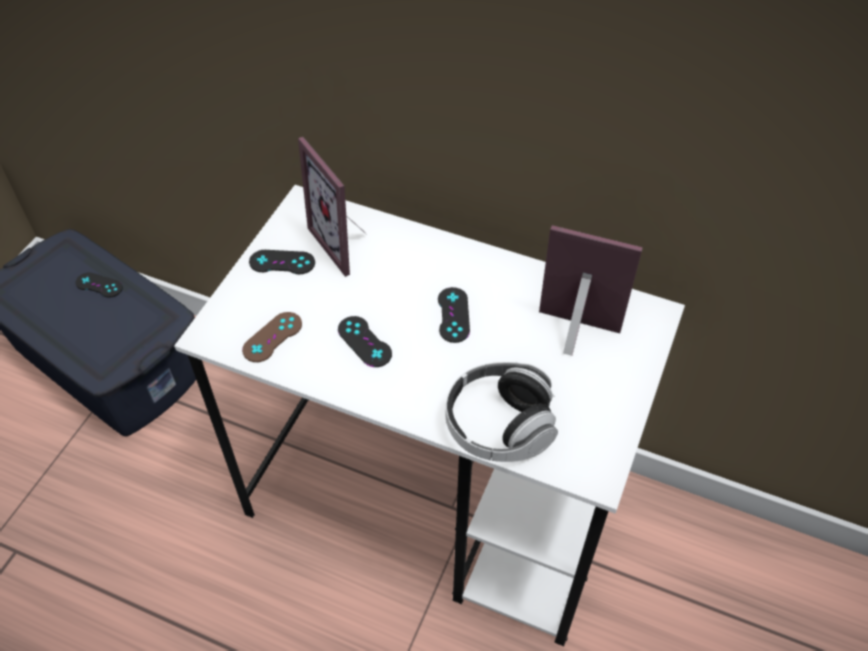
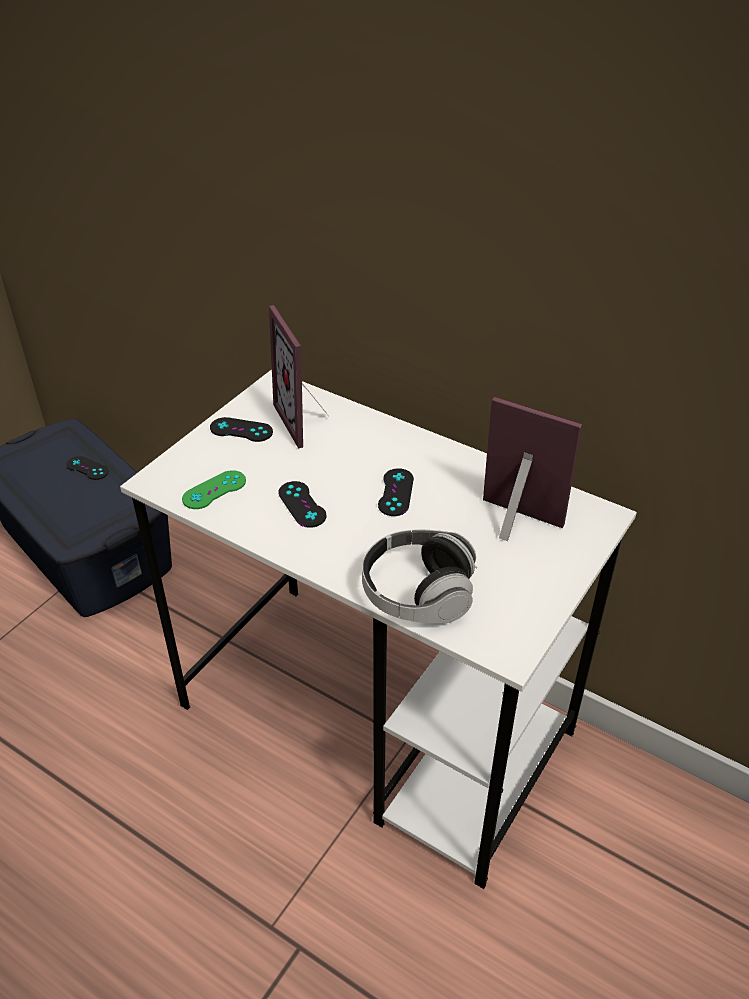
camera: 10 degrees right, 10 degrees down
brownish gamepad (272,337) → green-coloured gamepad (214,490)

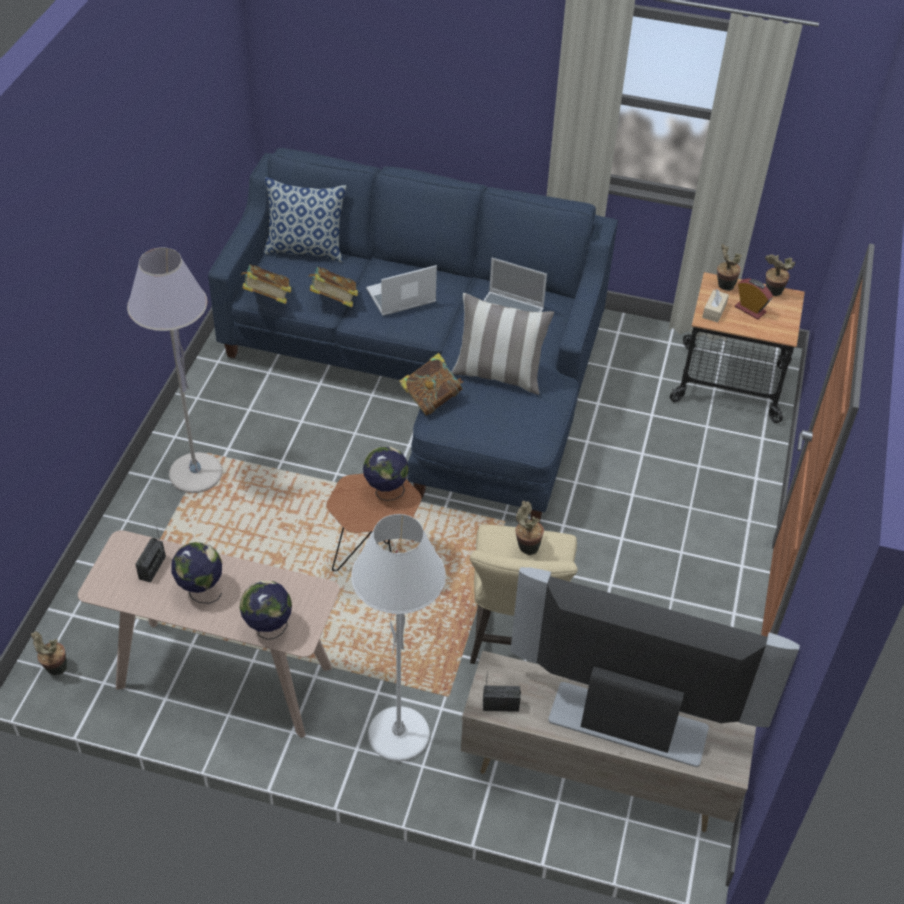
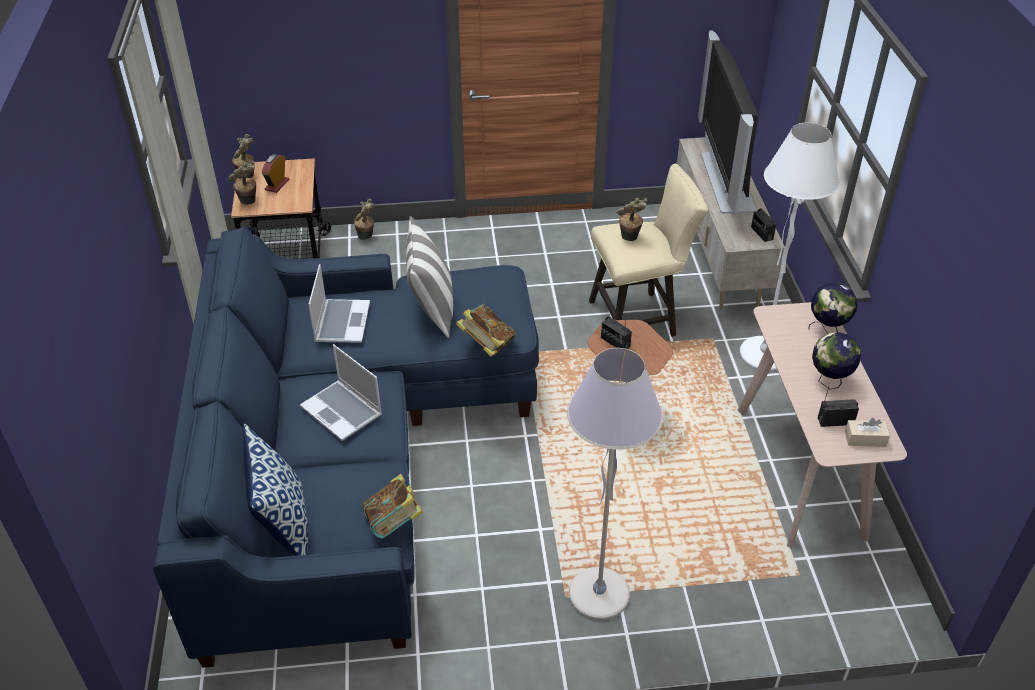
camera: 110 degrees left, 5 degrees down
volume (333,301) → -
potted plant (55,669) → potted plant (366,237), moved
beige tissue box (714,311) → beige tissue box (865,439), moved
world globe (385,492) → radio (615,342)

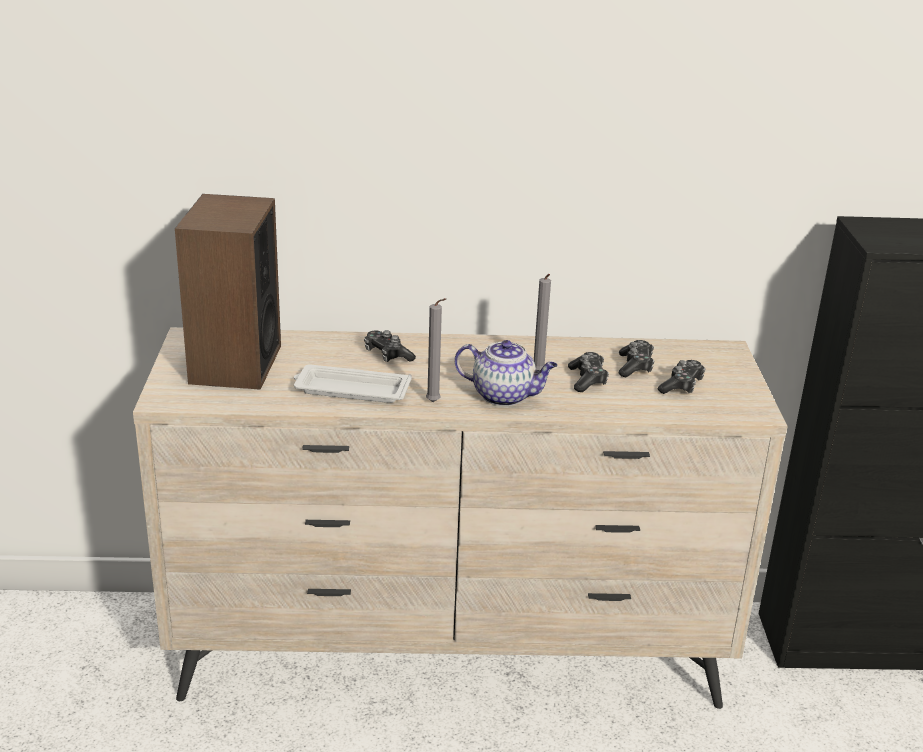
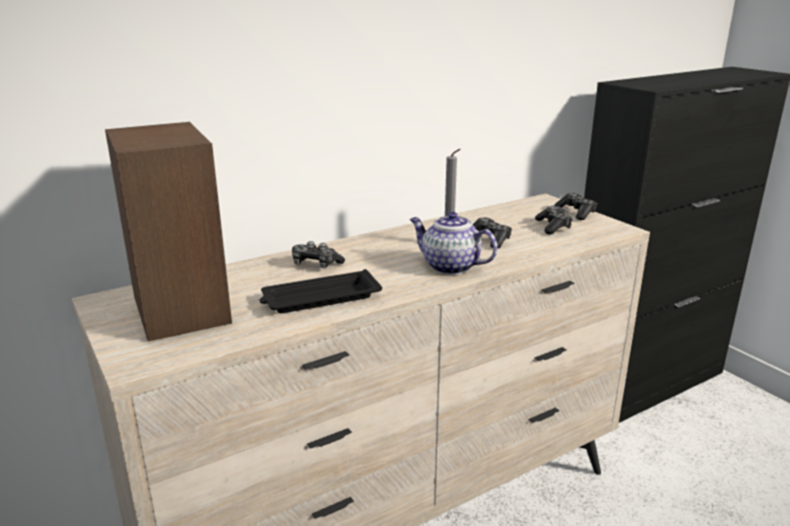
camera: 30 degrees left, 5 degrees down
greyish wax light (434,403) → -
gamepad (635,366) → gamepad (576,213), moved
whitish tray (350,390) → black tray (319,299)
teapot (505,396) → teapot (449,266), 135 degrees counterclockwise

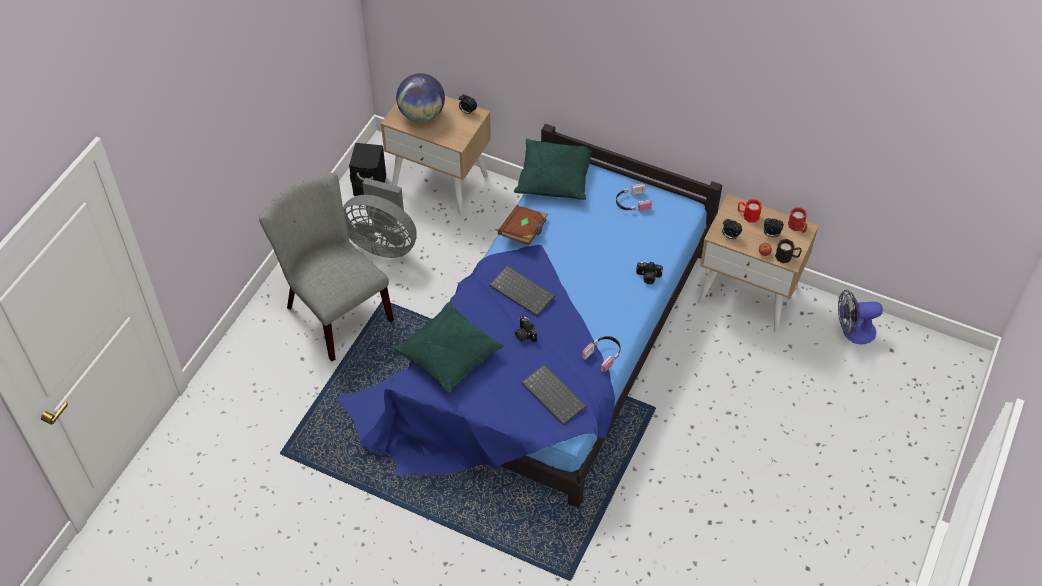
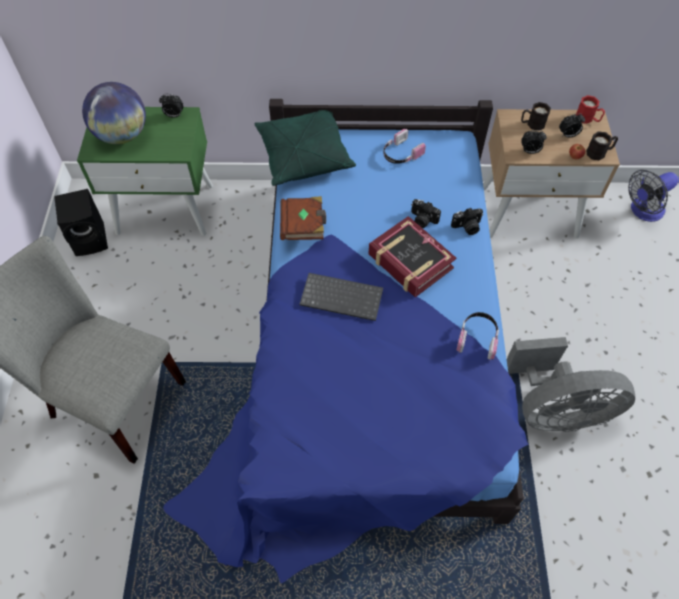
camera: 25 degrees left, 5 degrees up
green-coloured pillow (449,355) → -
PC keyboard (555,395) → -
- → volume (410,261)
greyish cooling fan (382,243) → greyish cooling fan (555,410), moved
photo camera (524,335) → photo camera (422,220), moved
beige night table (440,182) → green-coloured night table (166,208)
red-coloured coffee mug (747,215) → black coffee mug (532,124)

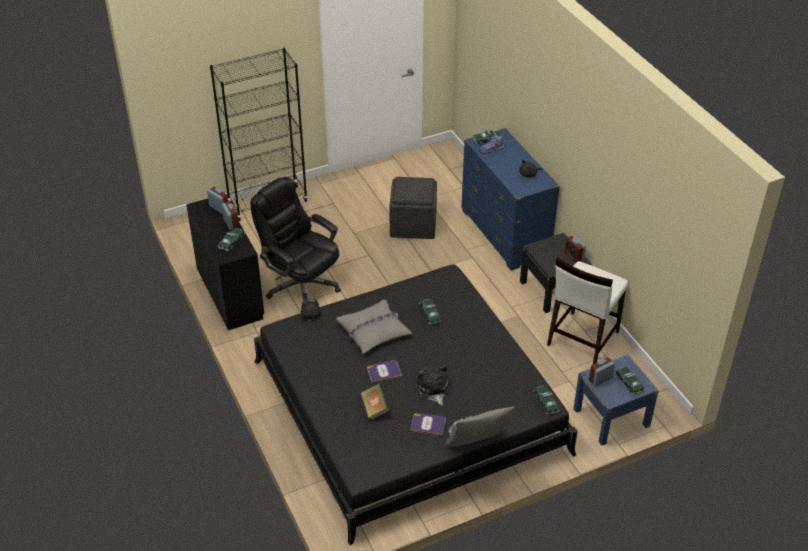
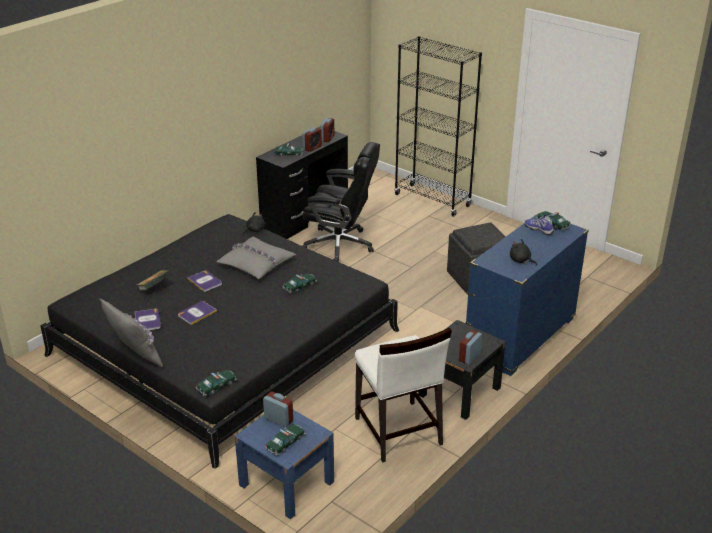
camera: 65 degrees right, 10 degrees down
soft toy (433,389) → volume (197,313)
black computer chair (301,285) → black computer chair (340,245), 90 degrees clockwise
whitish chair (582,338) → whitish chair (398,432), 120 degrees counterclockwise

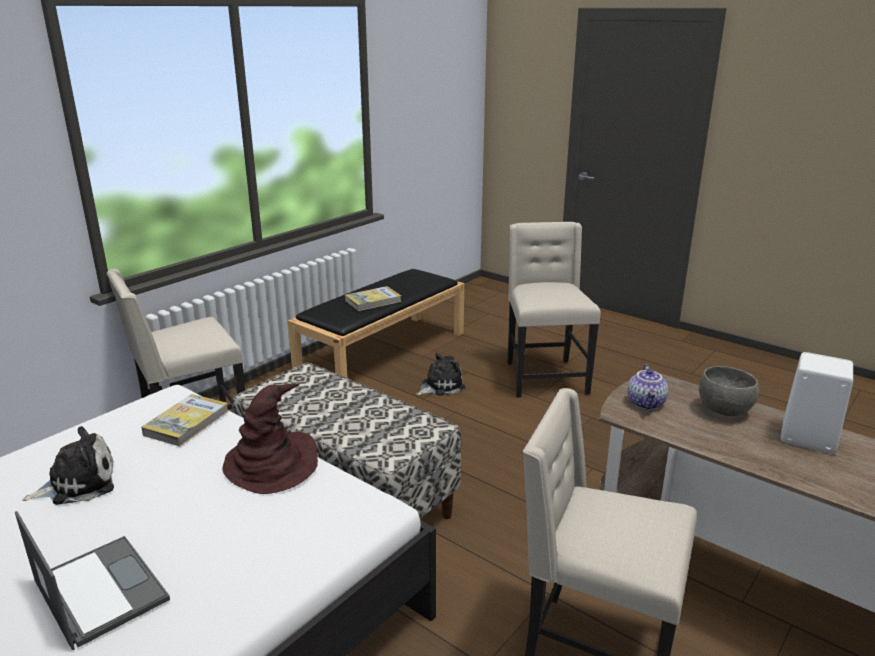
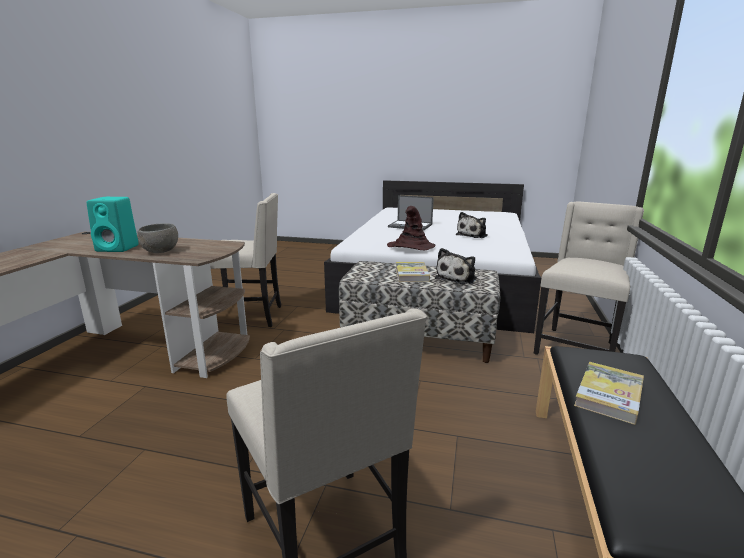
camera: 155 degrees right, 5 degrees down
teapot (647,403) → -
volume (187,423) → volume (411,274), moved
soft toy (440,386) → soft toy (457,278), moved
whitish loudspeaker (806,437) → turquoise-coloured loudspeaker (119,248)

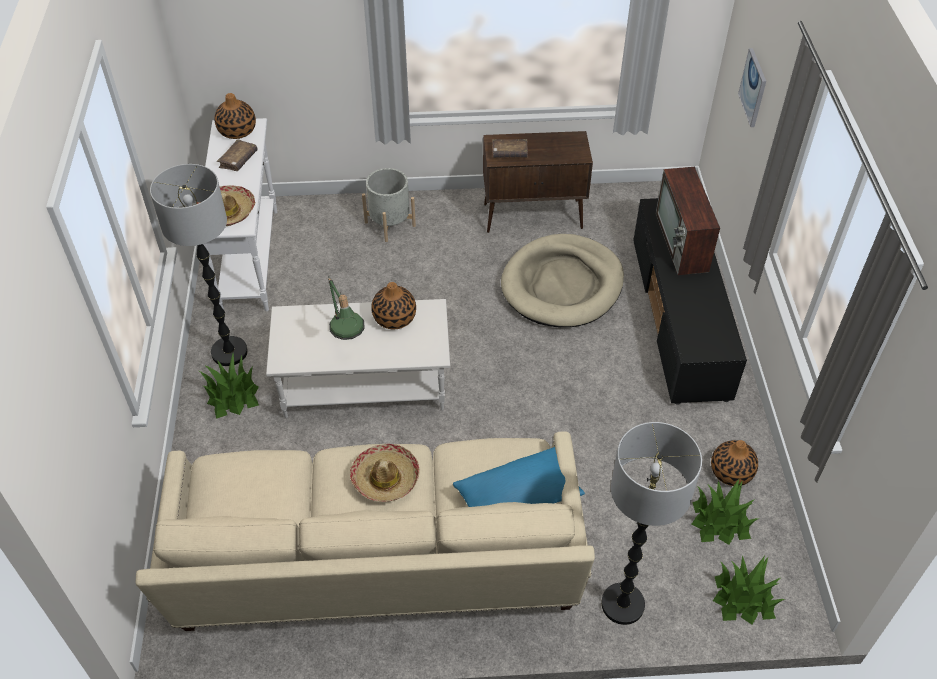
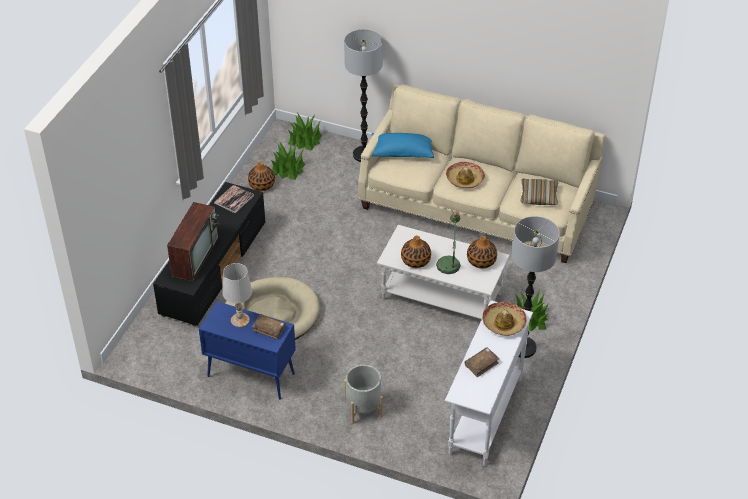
camera: 155 degrees left, 5 degrees down
wall picture (753,87) → -
- → volume (234,199)
- → whitish table lamp (240,320)
- → pillow (538,196)
flower vase (237,130) → flower vase (481,261), moved
brownish cabinet (534,216) → bluish cabinet (250,375)

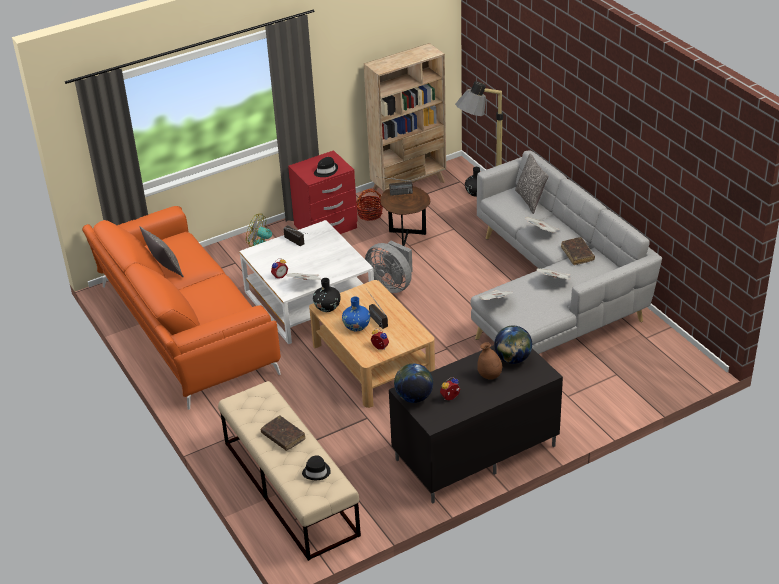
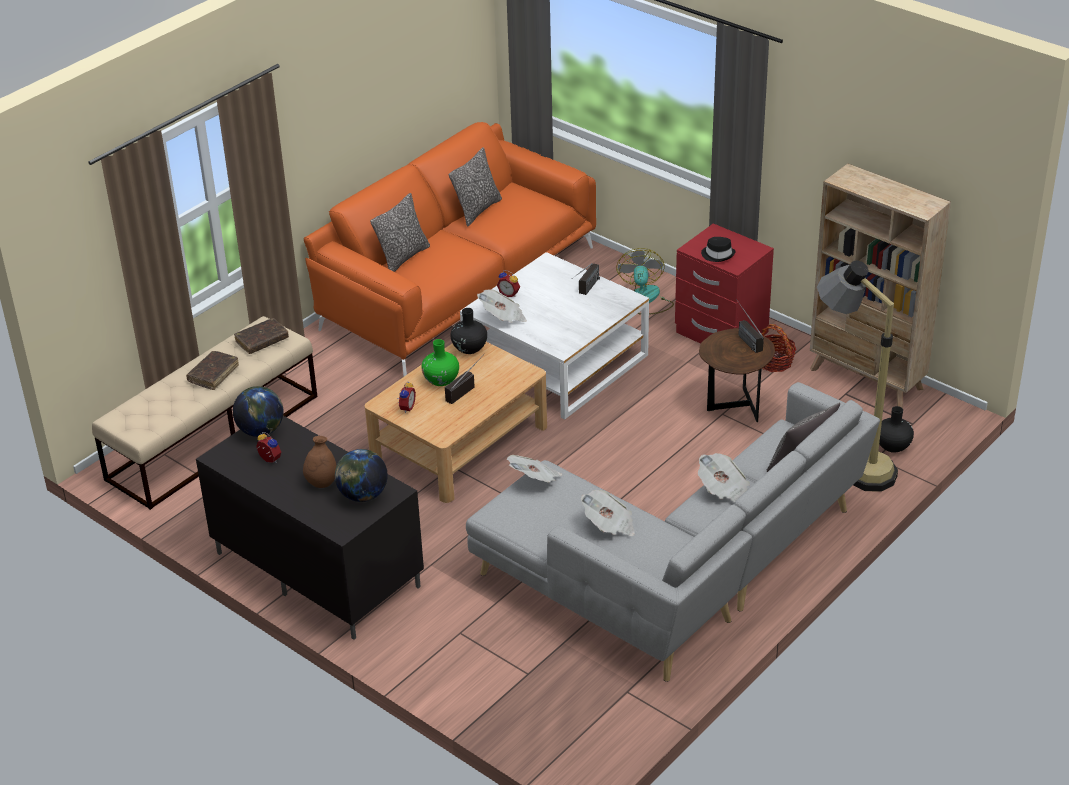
camera: 70 degrees right, 0 degrees up
black hat (317,472) → -
greyish cooling fan (392,285) → -
- → pillow (403,257)
brownish volume (577,254) → brownish volume (262,340), moved
bluish flower vase (356,326) → green-coloured flower vase (441,380)

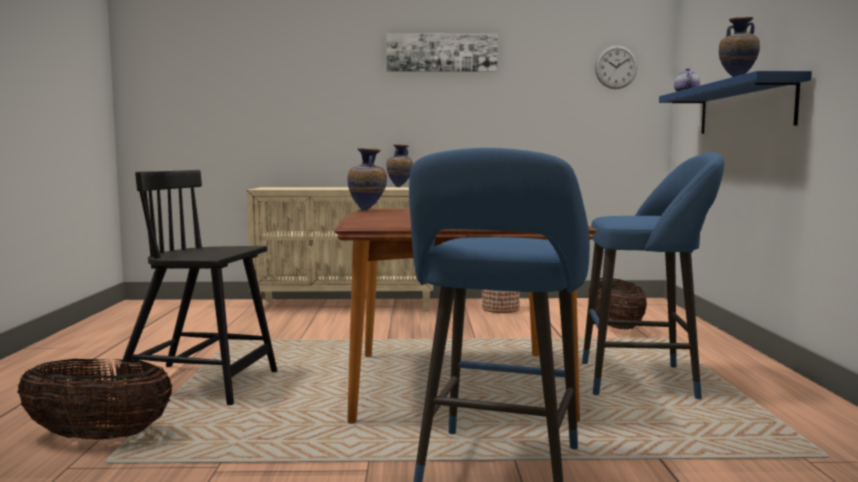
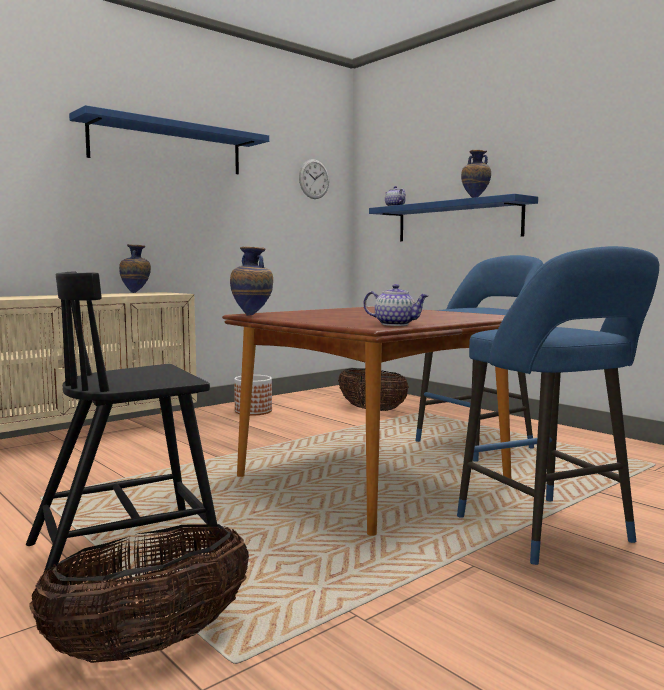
camera: 40 degrees left, 0 degrees up
- → teapot (395,324)
wall picture (441,53) → bluish wall shelf (168,147)

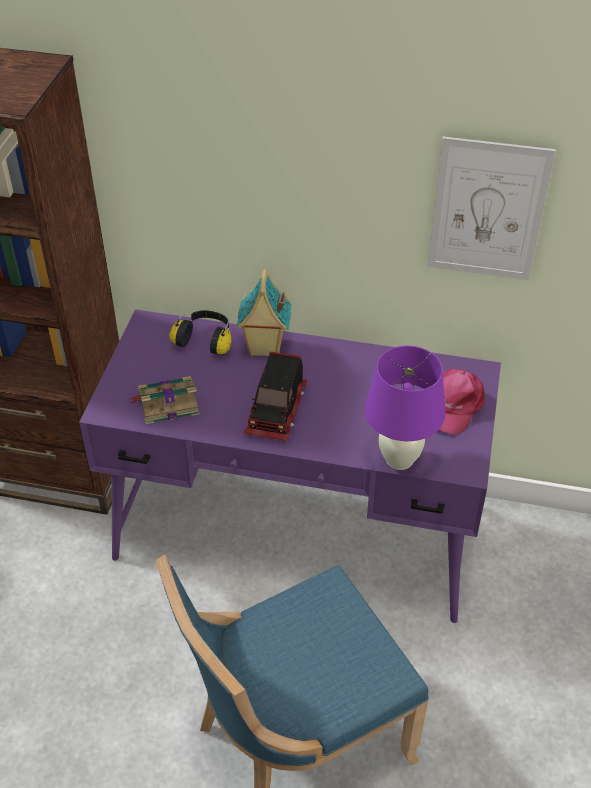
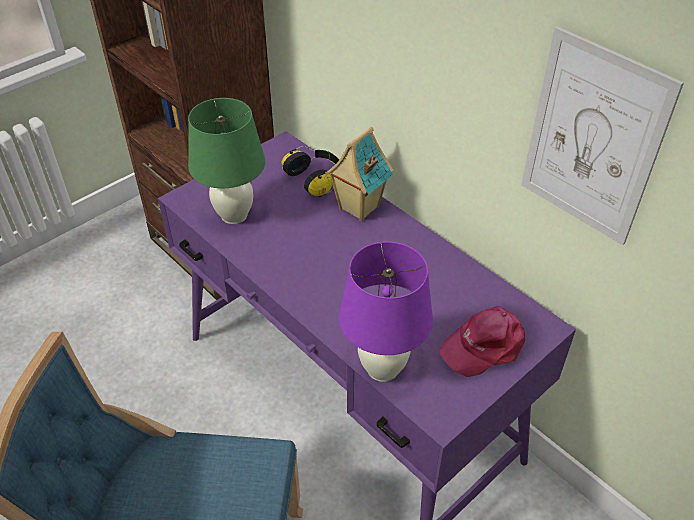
camera: 35 degrees right, 0 degrees up
toy lorry (278,411) → -
volume (167,403) → green-coloured table lamp (234,215)

